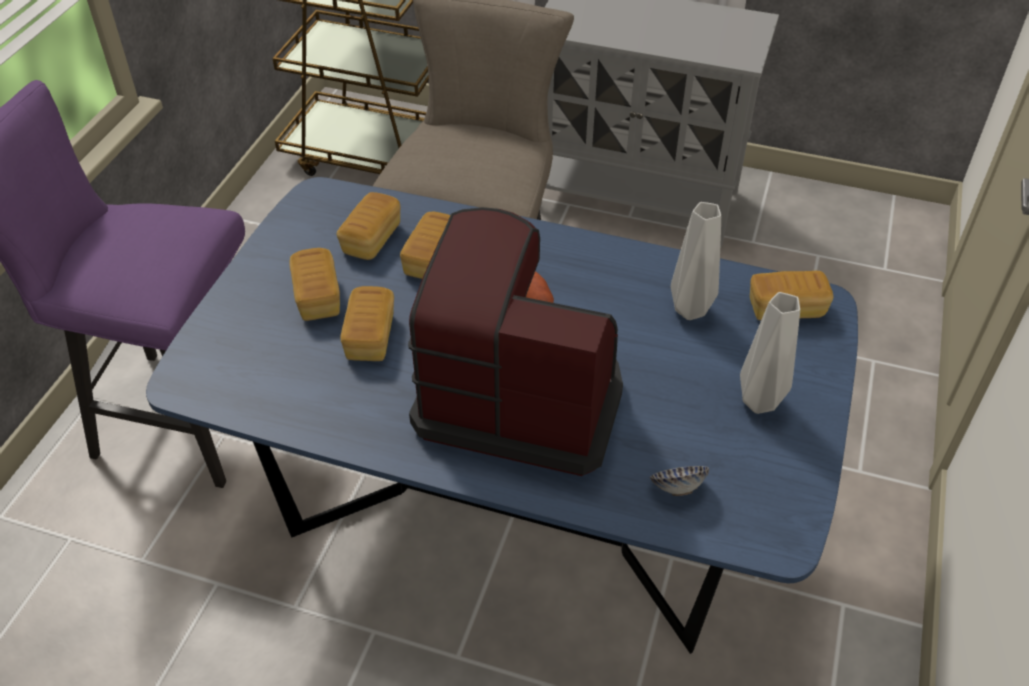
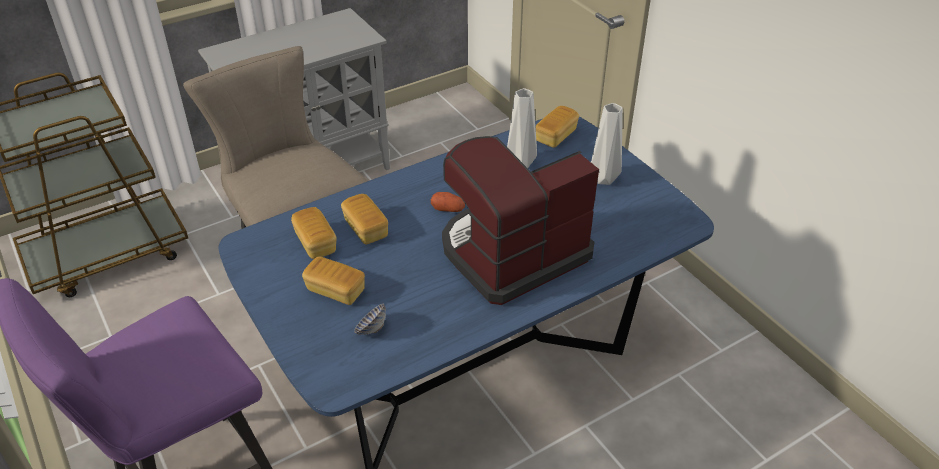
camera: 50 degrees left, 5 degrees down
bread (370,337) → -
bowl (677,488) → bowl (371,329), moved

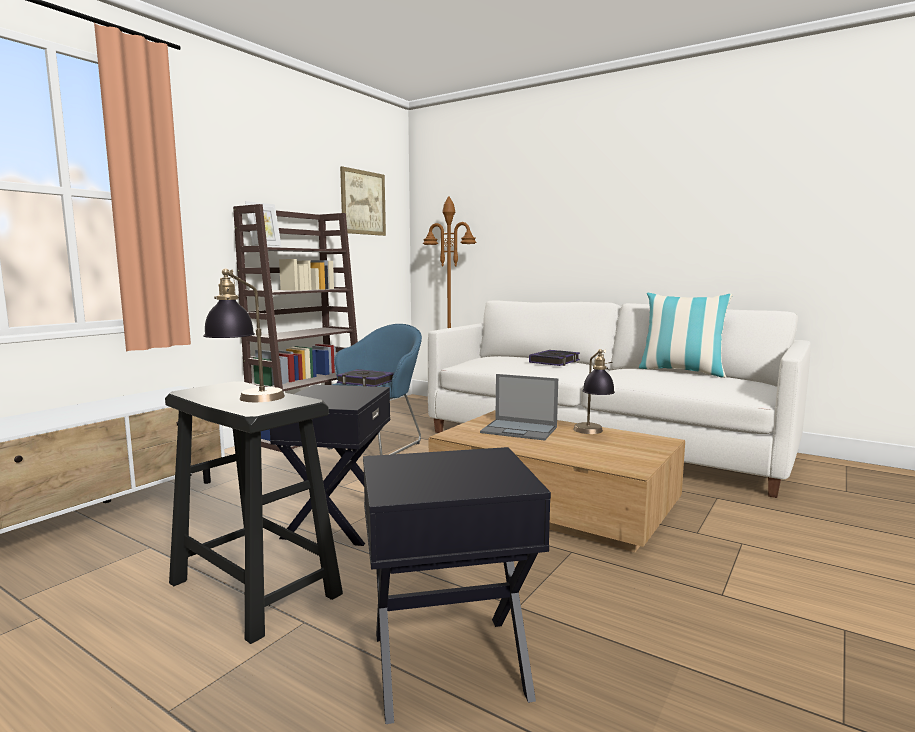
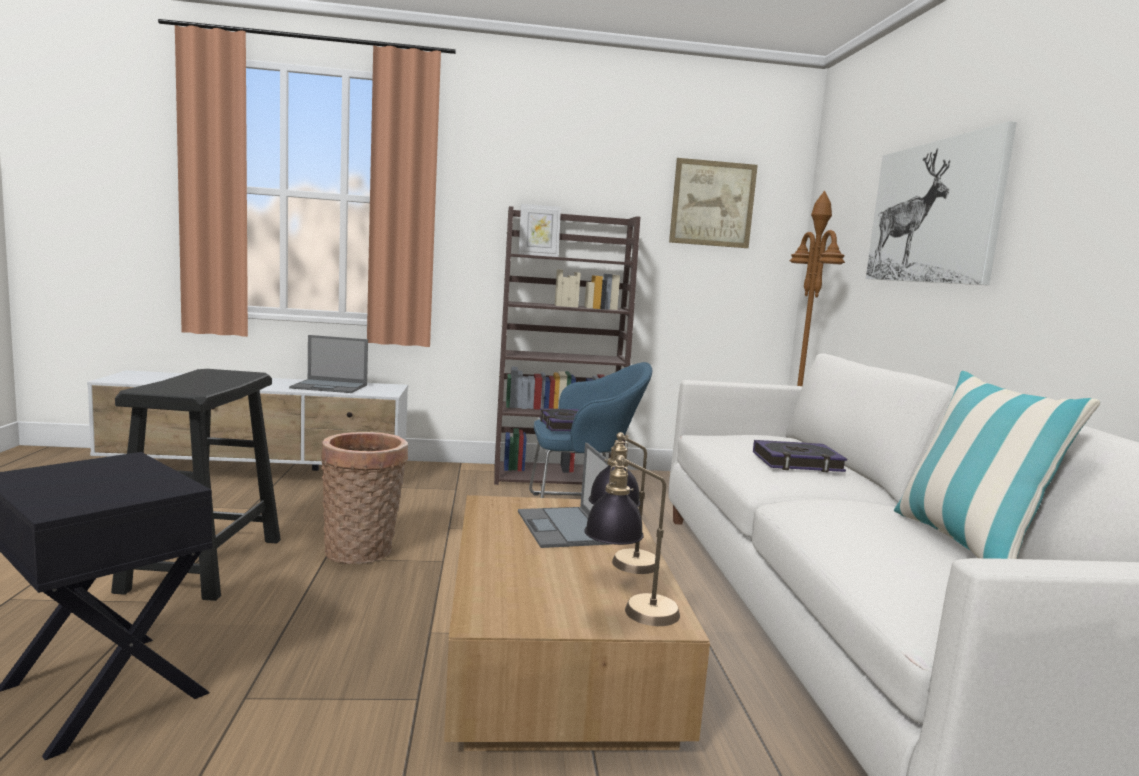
camera: 50 degrees right, 0 degrees up
- → portable computer (330,387)
- → wall picture (932,212)
table lamp (248,401) → table lamp (629,614), moved
black side table (336,522) → storage basket (363,552)

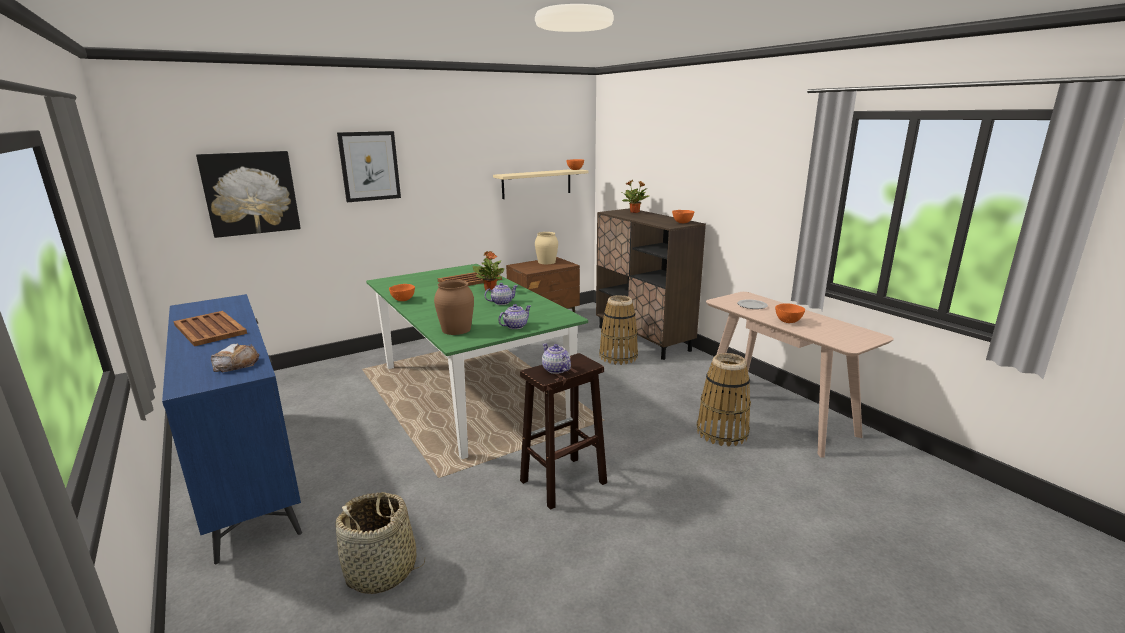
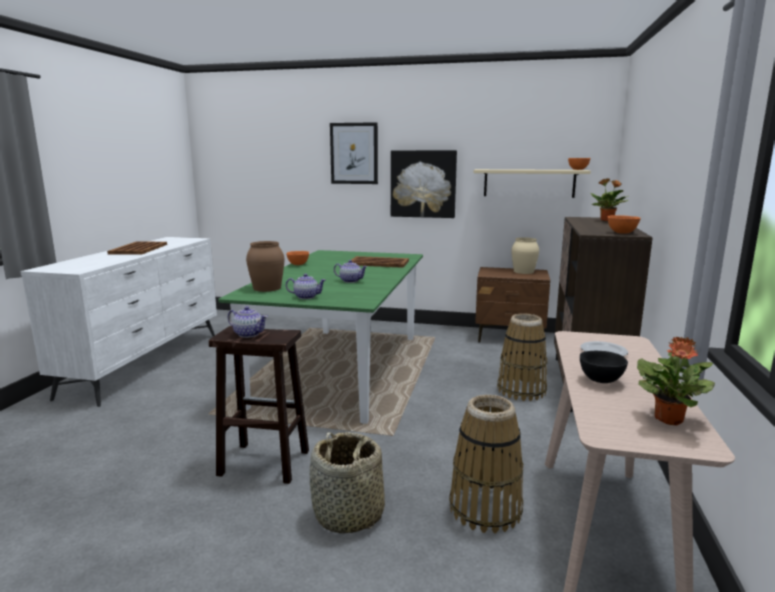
camera: 45 degrees right, 5 degrees down
bread (236,364) → -
wall picture (250,193) → wall picture (423,184), moved
storage basket (382,571) → storage basket (348,515), moved
potted plant (490,289) → potted plant (669,419), moved
bluish dresser (248,473) → whitish dresser (146,363)
orangey bowl (788,322) → black bowl (601,381)
teapot (556,370) → teapot (248,334), 105 degrees clockwise

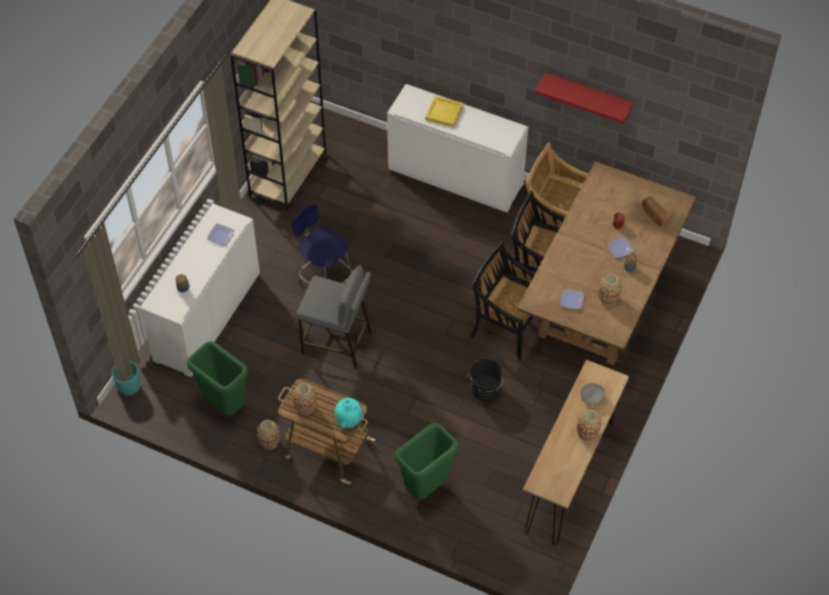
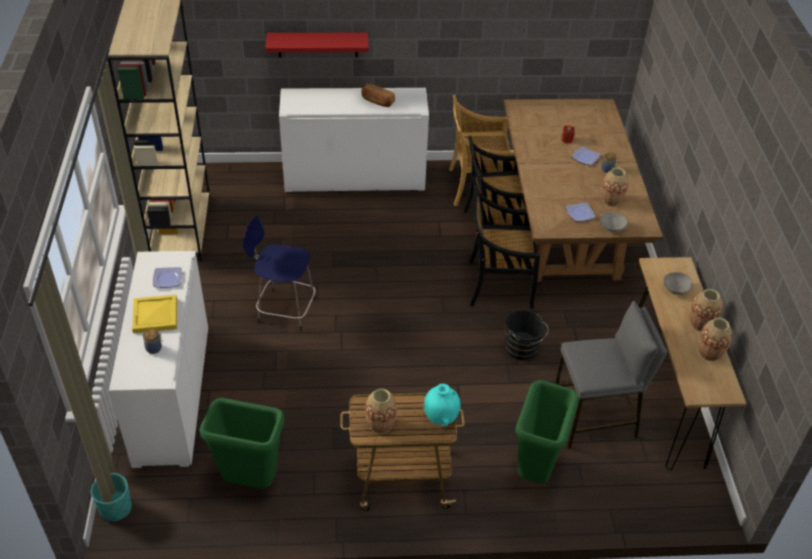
camera: 30 degrees left, 10 degrees down
- → greyish bowl (612,228)
flower vase (269,442) → flower vase (709,353), moved
greyish sitting stool (337,343) → greyish sitting stool (594,420), moved
yellow-coloured tray (445,112) → yellow-coloured tray (156,315), moved
red-coloured wall shelf (588,96) → red-coloured wall shelf (318,44), moved
bread (654,215) → bread (377,101), moved

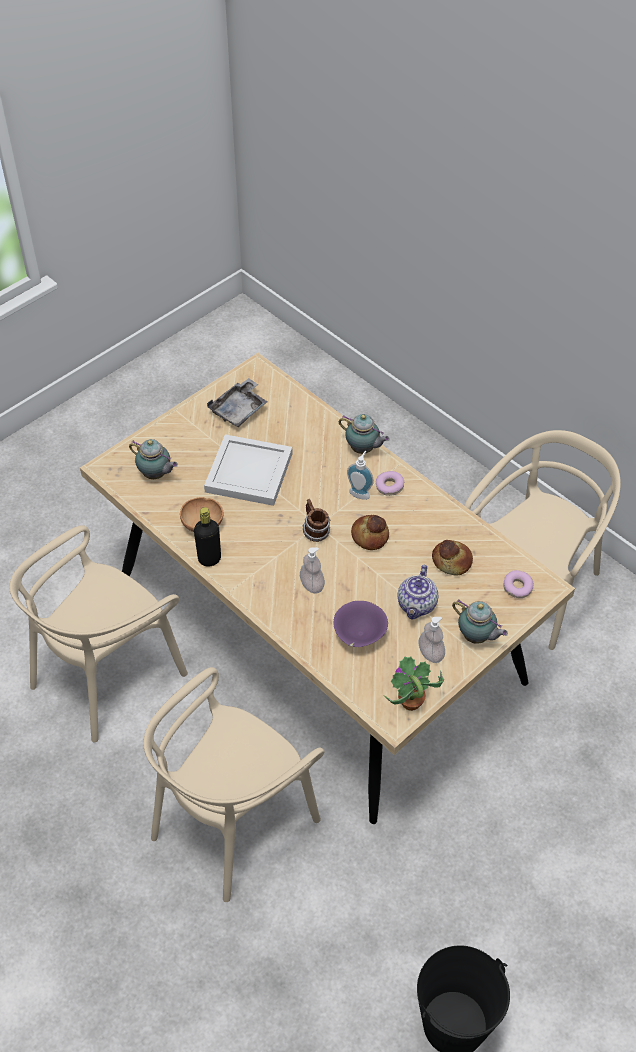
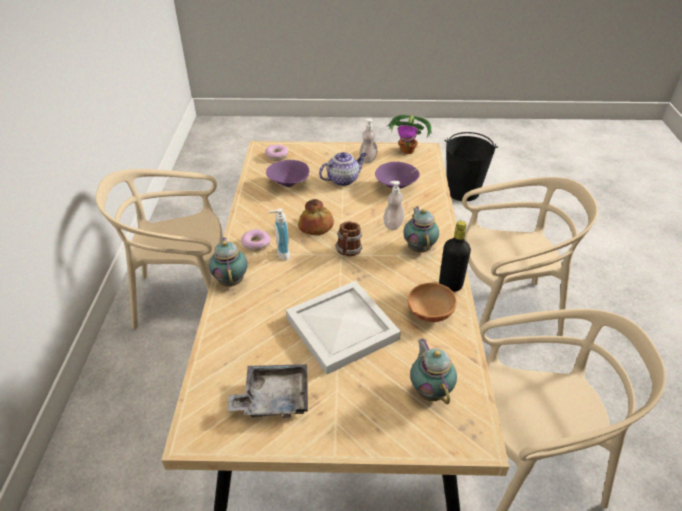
camera: 135 degrees left, 10 degrees down
teapot (477,637) → teapot (419,247), moved
bread (452,561) → purple-coloured bowl (289,185)

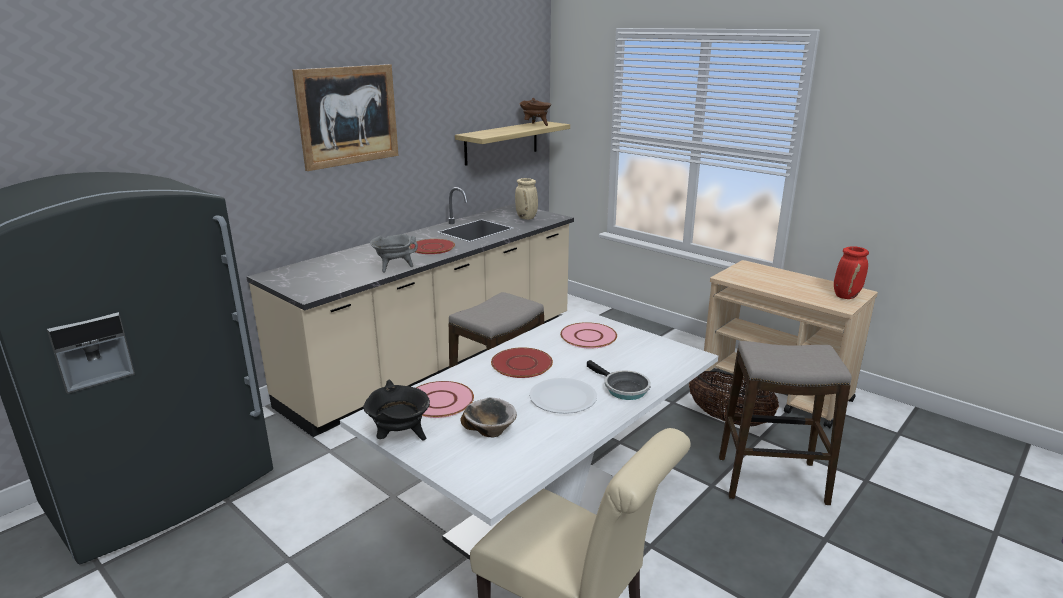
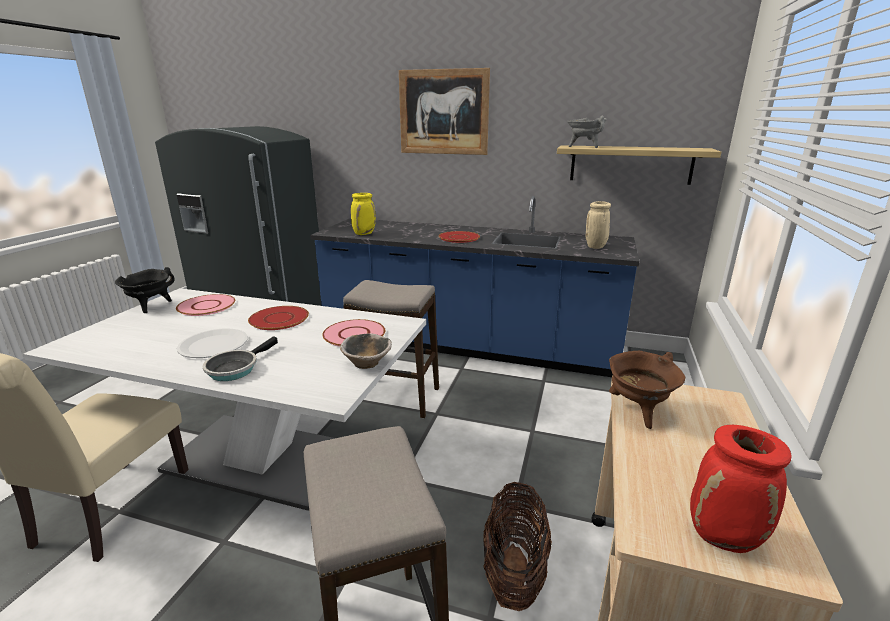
camera: 65 degrees right, 0 degrees up
- → yellow-coloured flower vase (364,233)
greyish cooking pot (394,267) → greyish cooking pot (584,147), moved
bowl (490,431) → bowl (367,363), moved
brownish cooking pot (535,125) → brownish cooking pot (638,411), moved
beige kitchen counter (438,360) → bluish kitchen counter (468,345)

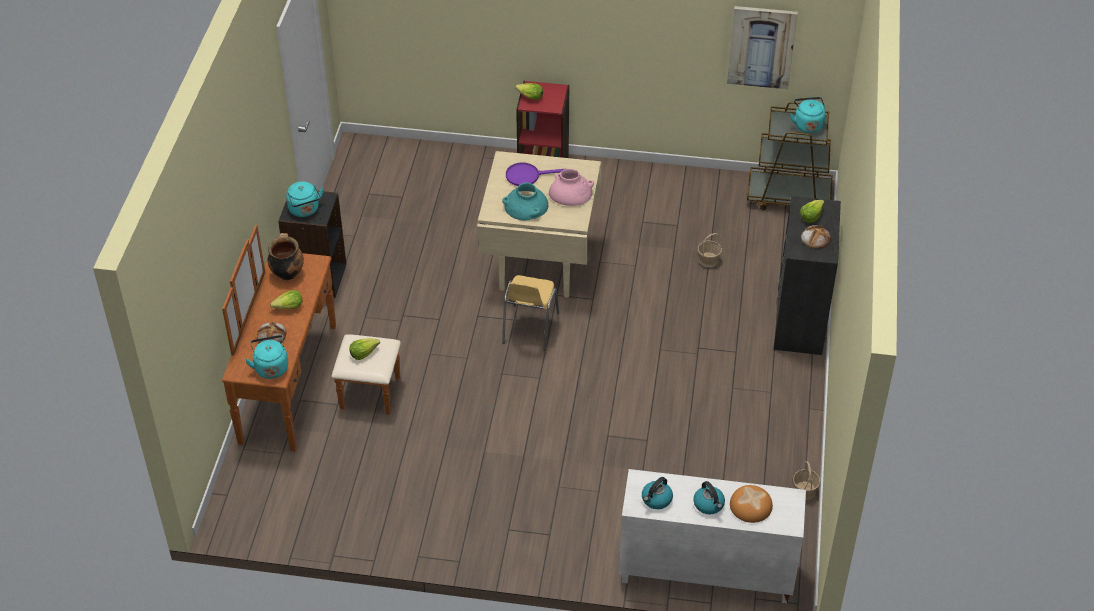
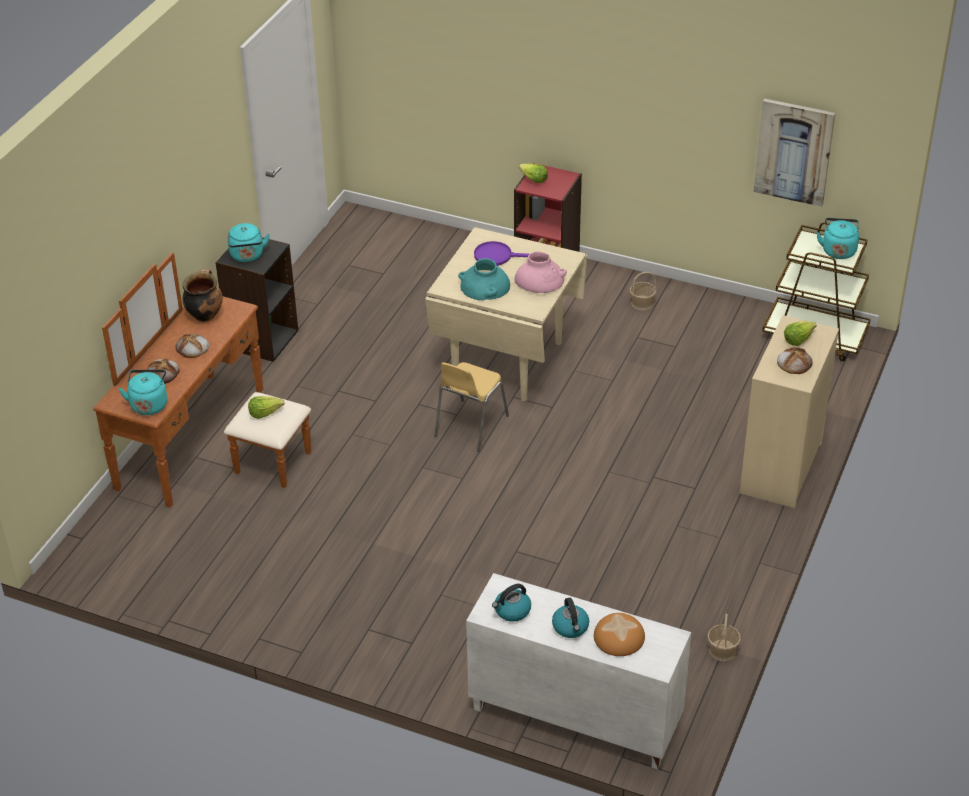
camera: 15 degrees right, 5 degrees down
storage basket (708,260) → storage basket (642,303), moved
lettuce (289,307) → bread (192,348)
black dresser (798,321) → beige dresser (780,468)

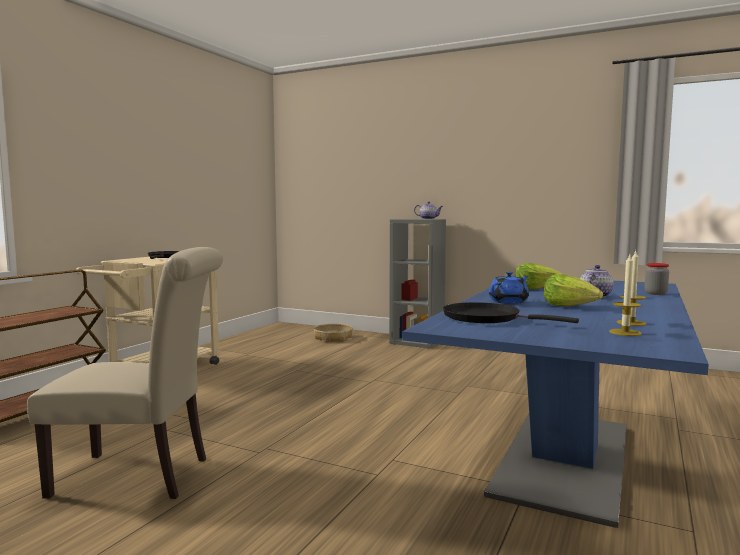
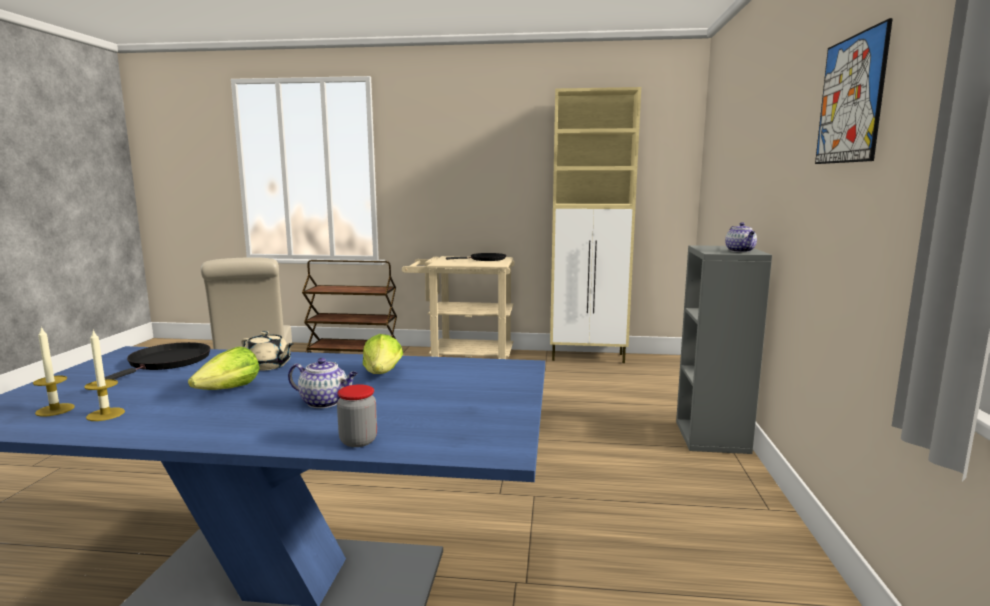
camera: 70 degrees right, 5 degrees up
storage basket (333,338) → -
- → beige cabinet (588,357)
- → wall picture (850,100)
bluish teapot (509,302) → beige teapot (268,366)

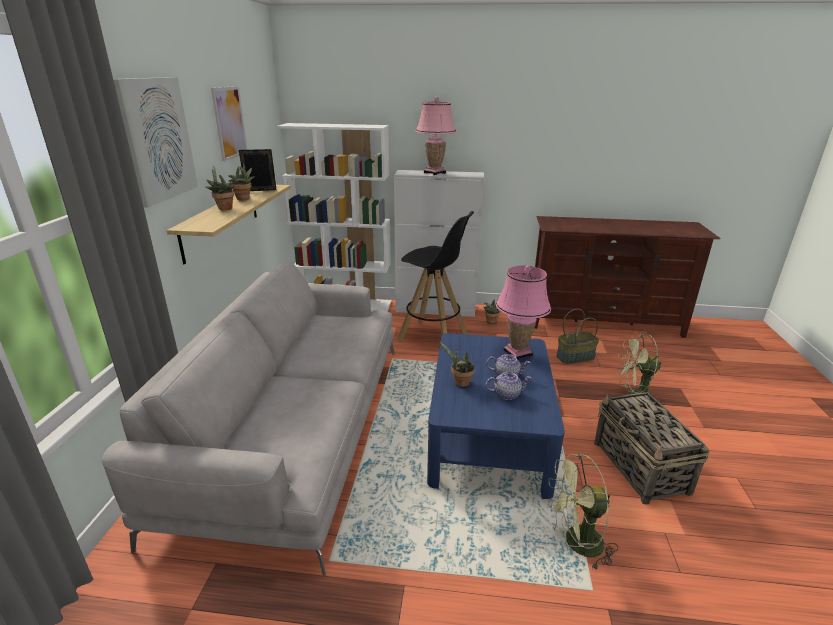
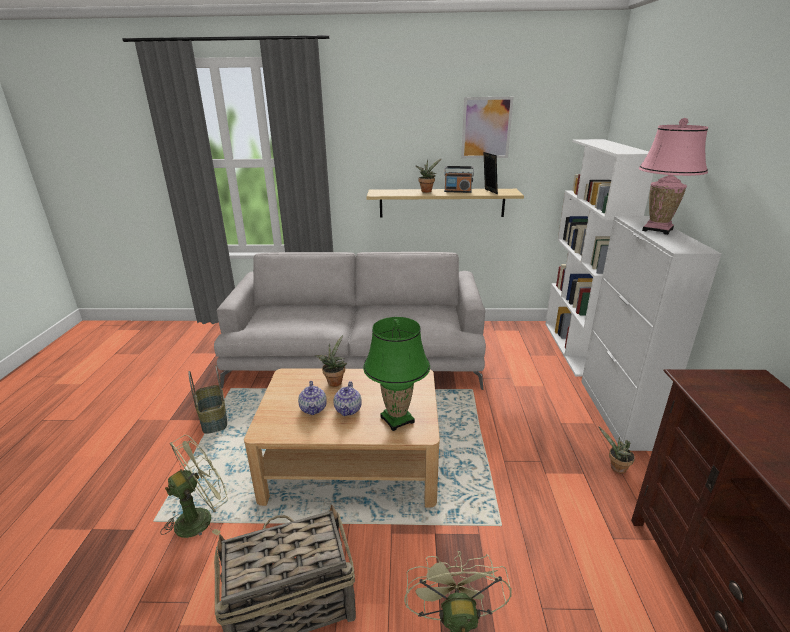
camera: 85 degrees right, 0 degrees up
wall picture (157,140) → -
black sitting stool (433,337) → -
storage basket (575,357) → storage basket (214,419), moved
potted plant (244,199) → radio (457,191)
bluish low table (488,434) → beige low table (352,461)
pinkish table lamp (518,353) → green-coloured table lamp (397,419)
green-coloured cooling fan (576,544) → green-coloured cooling fan (201,517), 60 degrees clockwise

